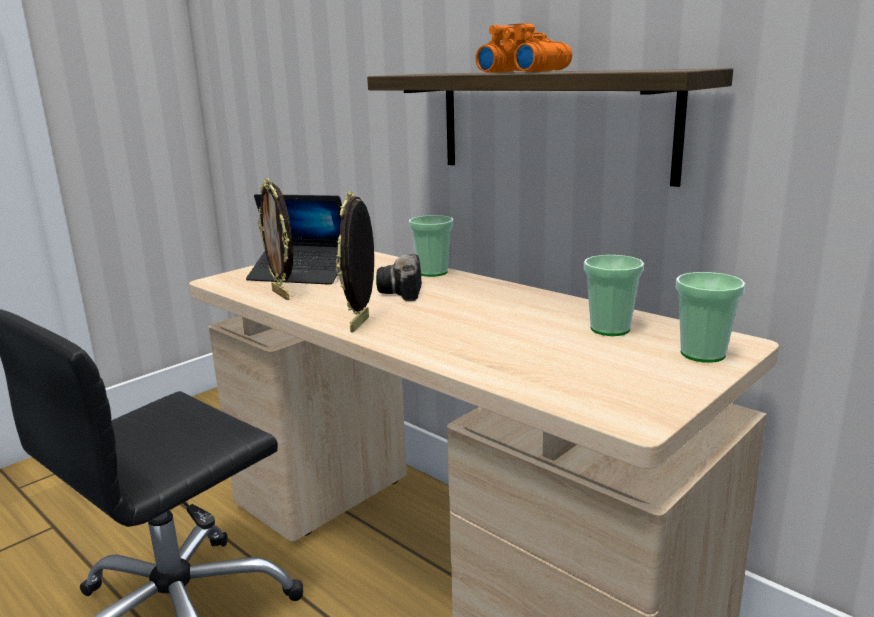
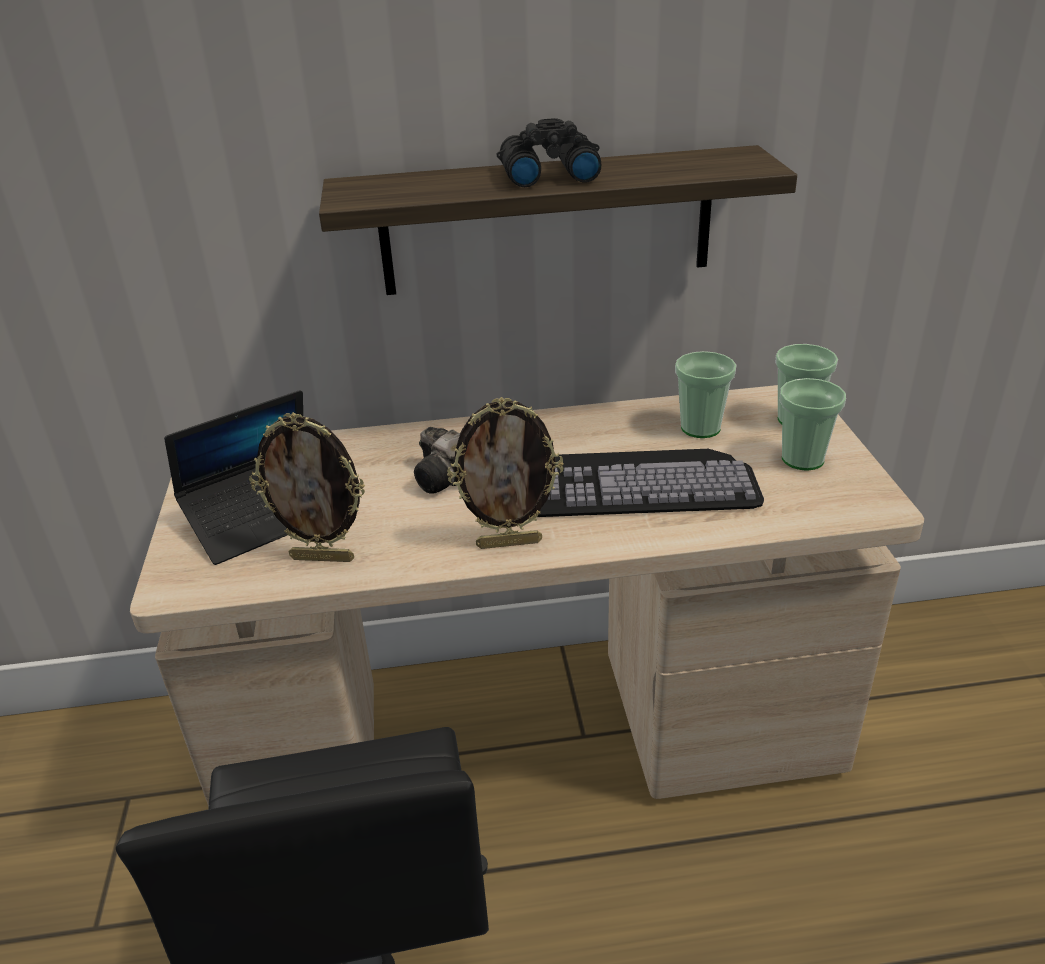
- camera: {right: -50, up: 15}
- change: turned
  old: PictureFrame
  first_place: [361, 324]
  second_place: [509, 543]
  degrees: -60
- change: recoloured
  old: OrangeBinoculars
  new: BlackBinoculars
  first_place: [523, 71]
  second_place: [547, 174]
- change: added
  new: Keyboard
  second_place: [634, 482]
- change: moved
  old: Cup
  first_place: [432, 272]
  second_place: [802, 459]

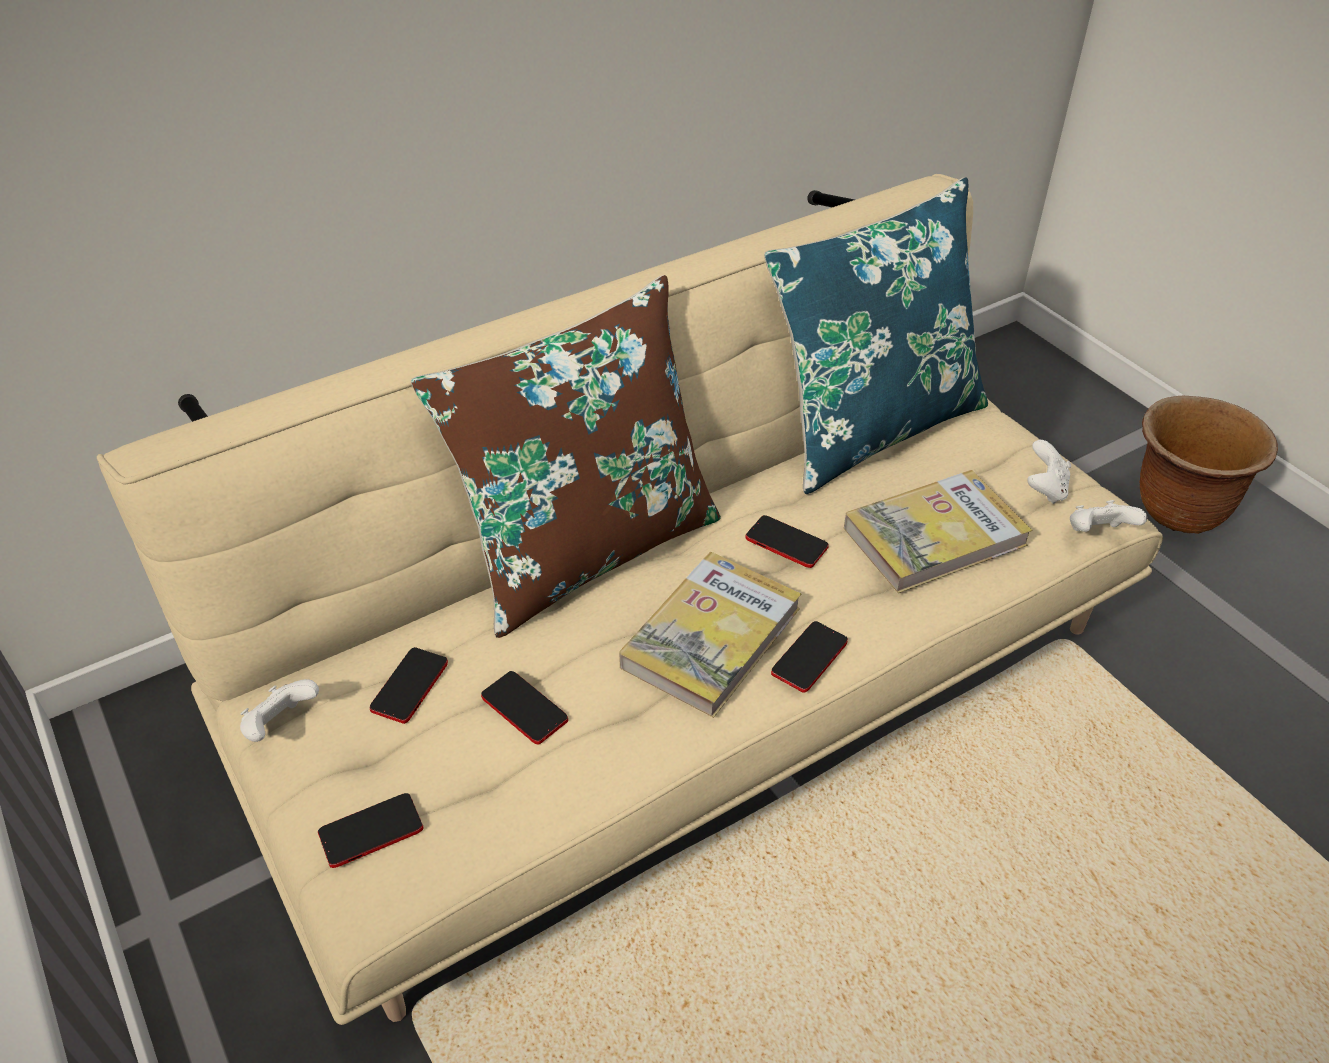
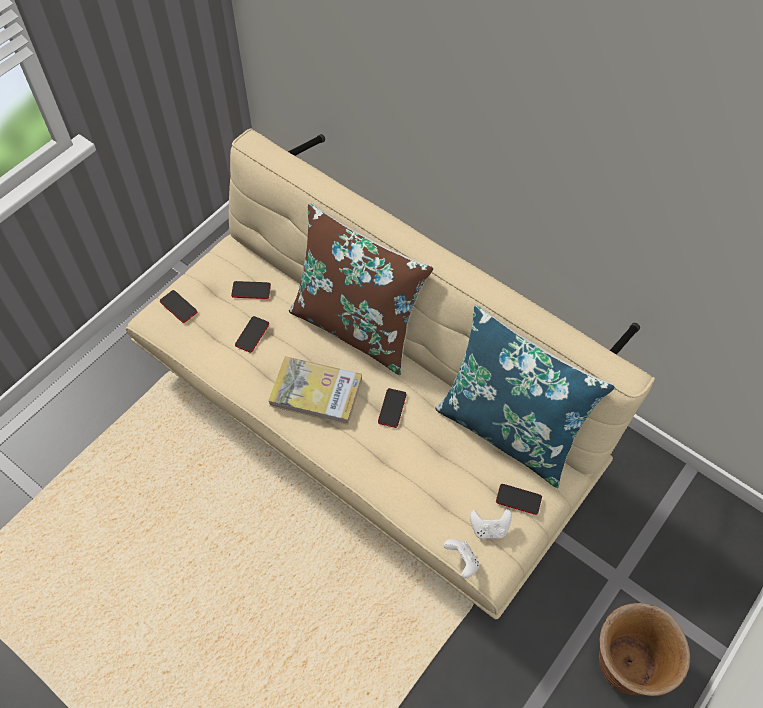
- camera: {right: 70, up: 15}
- change: moved
  old: Phone
  first_place: [809, 658]
  second_place: [518, 499]
- change: removed
  old: WhiteGameController
  first_place: [281, 725]
- change: removed
  old: Book
  first_place: [934, 536]

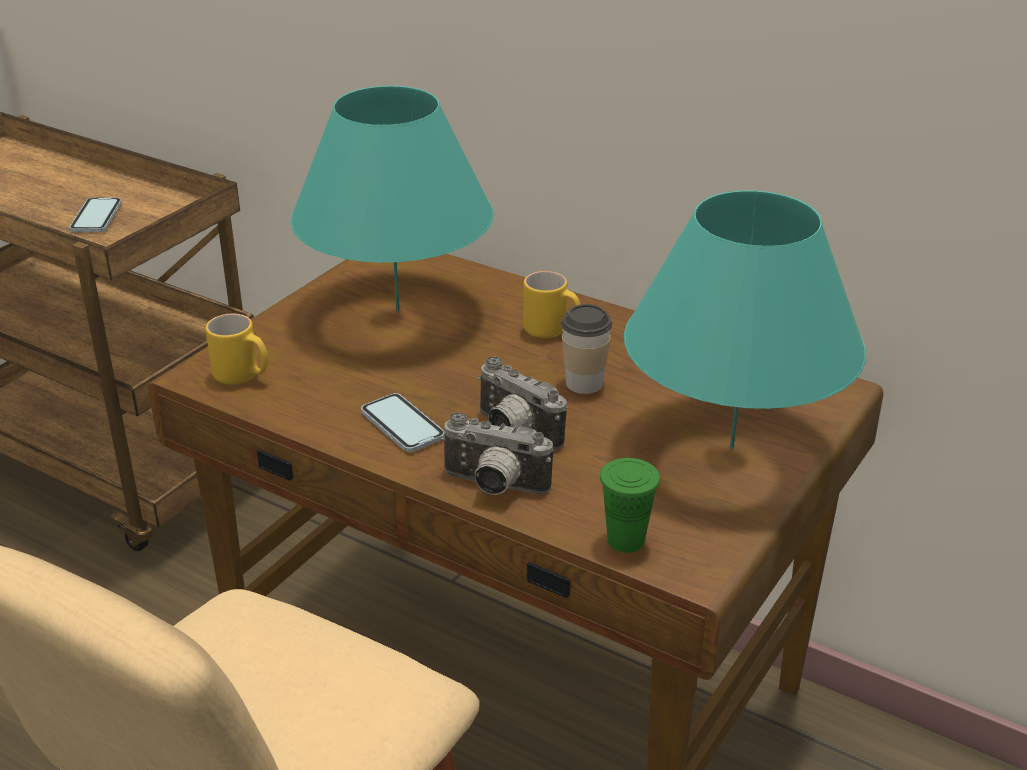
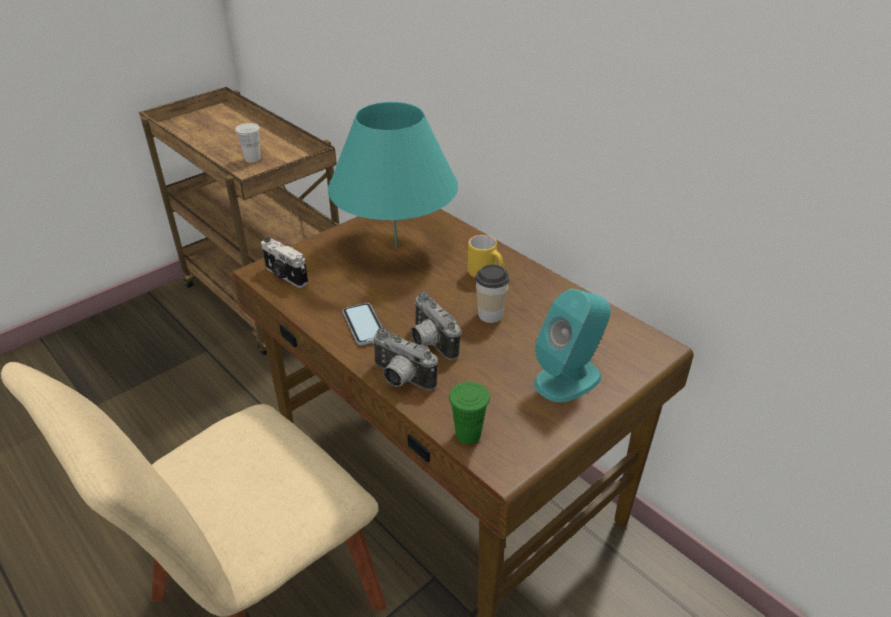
- camera: {right: 15, up: 5}
- change: replaced
  old: Phone
  new: WhiteCup
  first_place: [96, 217]
  second_place: [252, 159]
- change: replaced
  old: YellowMug
  new: PhotoCamera
  first_place: [243, 377]
  second_place: [285, 276]
- change: replaced
  old: TurquoiseTableLamp
  new: TurquoiseSpeaker
  first_place: [732, 447]
  second_place: [568, 379]

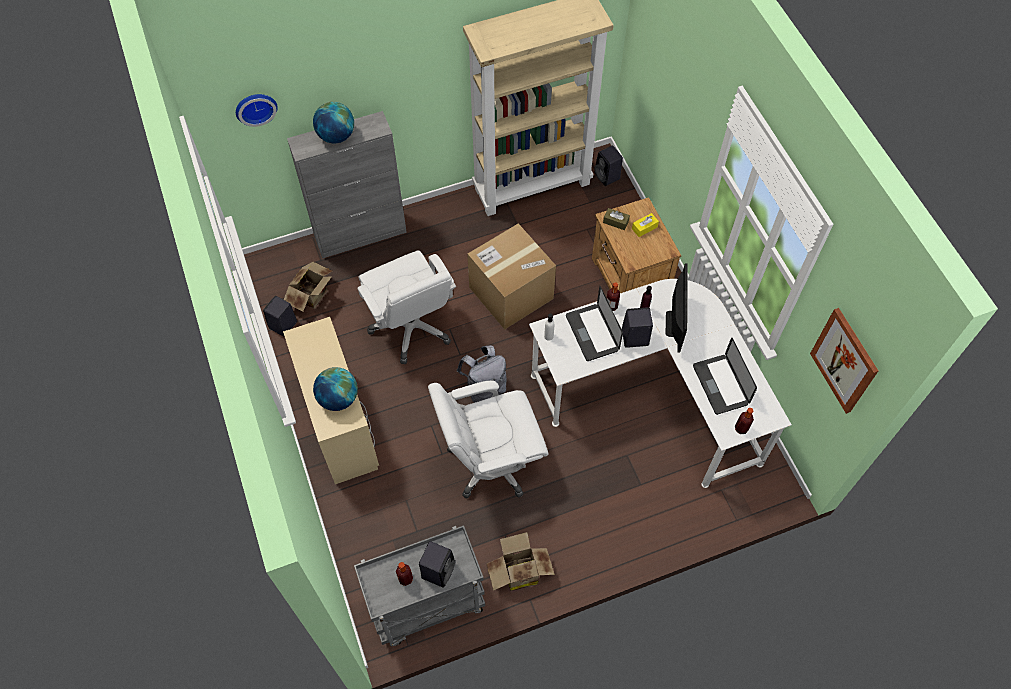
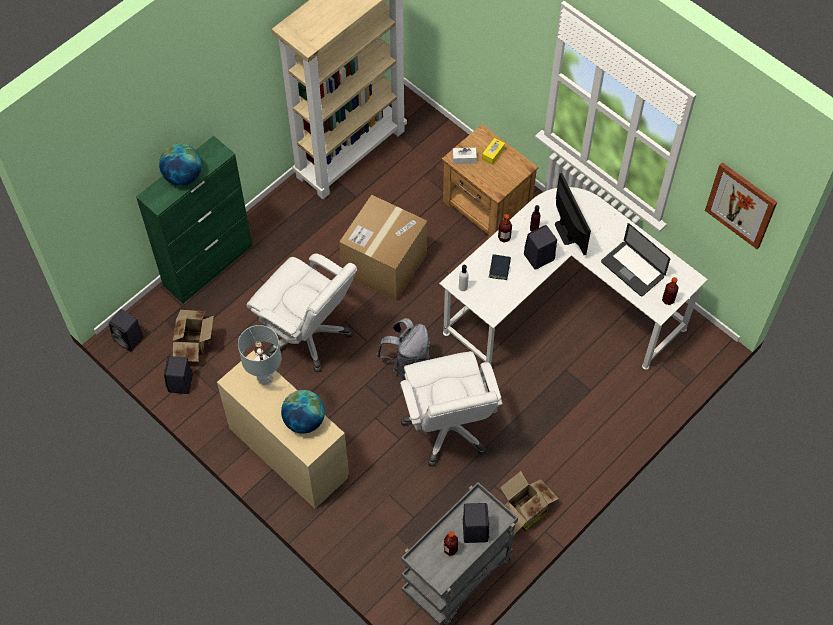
- camera: {right: -25, up: 0}
- change: moved
  old: BlackSpeaker
  first_place: [607, 176]
  second_place: [130, 339]
- change: recoloured
  old: GreyCabinet
  new: GreenCabinet
  first_place: [361, 234]
  second_place: [208, 265]
- change: added
  new: GreyTableLamp
  second_place: [265, 378]
- change: turned
  old: WhiteOfficeChair
  first_place: [491, 462]
  second_place: [448, 427]
  degrees: -60
- change: recoloured
  old: BrownTissueBox
  new: WhiteTissueBox
  first_place: [615, 222]
  second_place: [464, 158]
- change: replaced
  old: Laptop
  new: Book
  first_place: [592, 333]
  second_place: [499, 268]
- change: removed
  old: WallClock
  first_place: [255, 107]

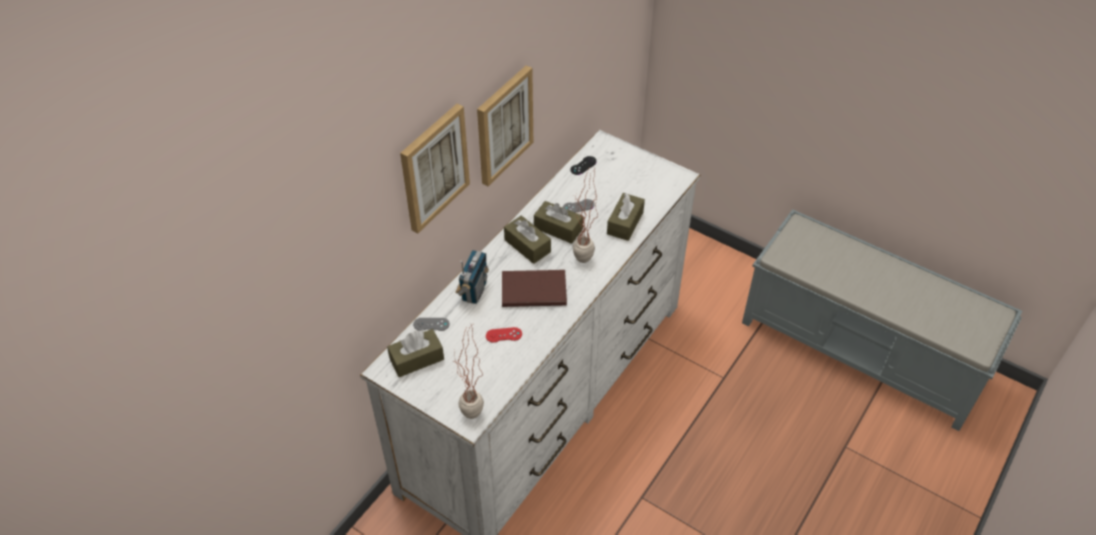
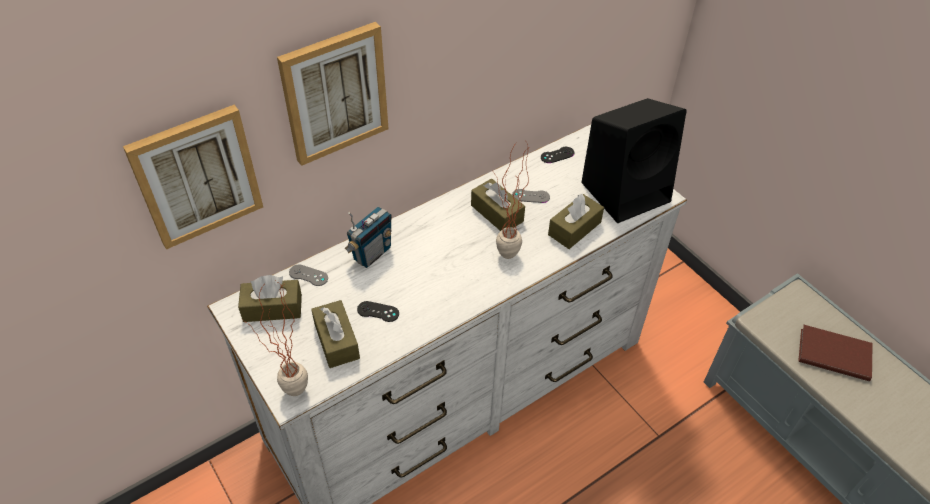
- camera: {right: 20, up: 0}
- change: moved
  old: Picture
  first_place: [503, 125]
  second_place: [197, 176]
- change: moved
  old: BrownTissueBox
  first_place: [527, 246]
  second_place: [336, 341]
- change: recoloured
  old: RedGameController
  new: BlackGameController
  first_place: [504, 335]
  second_place: [378, 311]
- change: added
  new: BlackSpeaker
  second_place: [627, 191]
- change: moved
  old: BrownBook
  first_place: [533, 289]
  second_place: [833, 353]

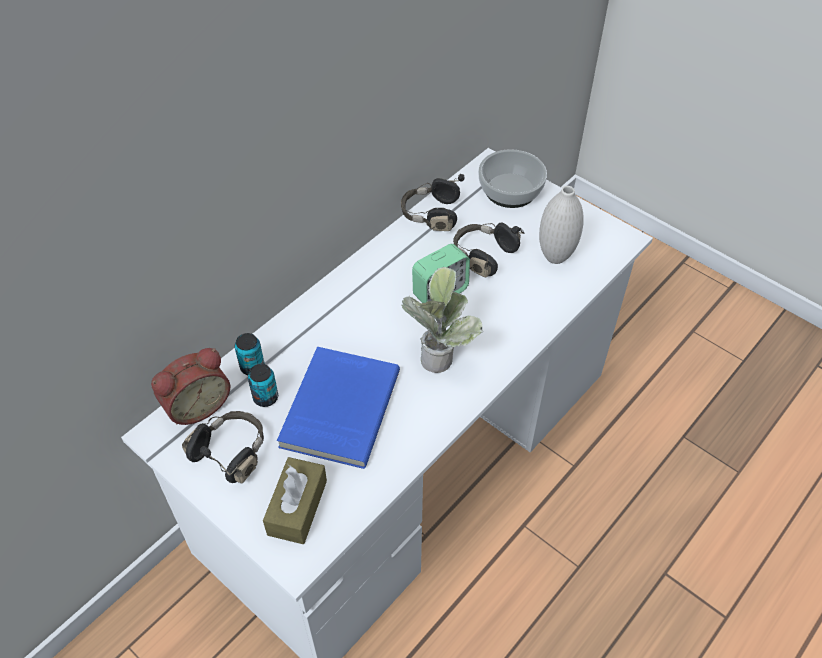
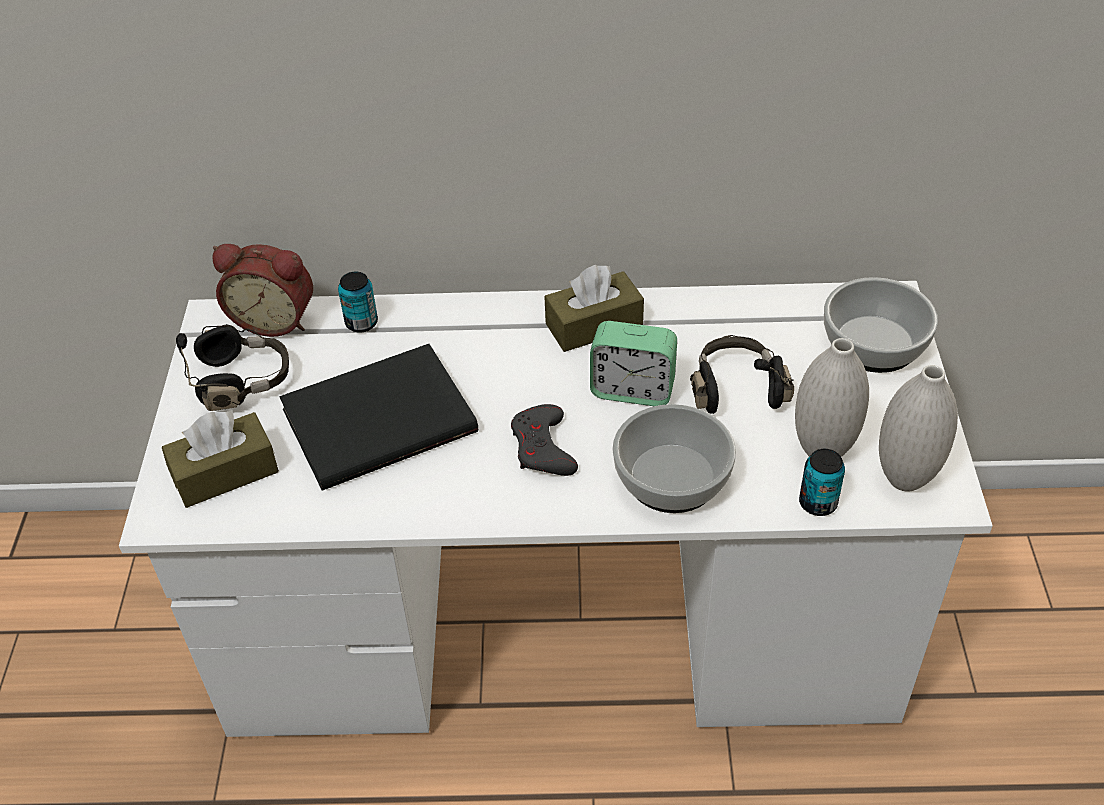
- camera: {right: 50, up: -5}
- change: recoloured
  old: BlueBook
  new: BlackBook
  first_place: [338, 408]
  second_place: [378, 419]
- change: replaced
  old: PottedPlant
  new: GreyGameController
  first_place: [439, 354]
  second_place: [543, 447]
- change: added
  new: BrownTissueBox
  second_place: [594, 325]
- change: added
  new: Bowl
  second_place: [673, 478]
- change: moved
  old: Can
  first_place: [265, 397]
  second_place: [818, 503]
- change: added
  new: WhiteVase
  second_place: [905, 479]
- change: removed
  old: BlackHeadphones
  first_place: [431, 214]

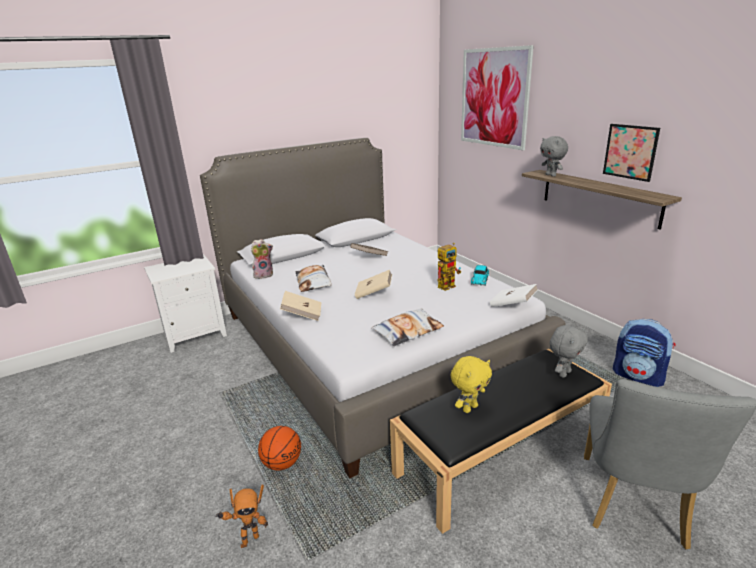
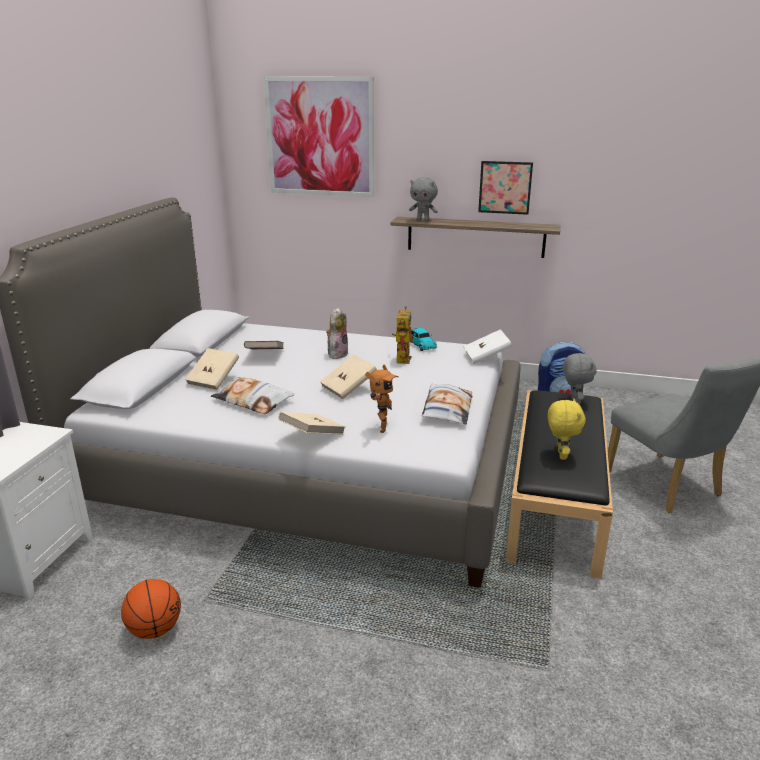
- camera: {right: -45, up: 0}
- change: moved
  old: Basketball
  first_place: [282, 463]
  second_place: [155, 629]
- change: added
  new: BeigeBook
  second_place: [214, 380]
- change: moved
  old: PlushToy
  first_place: [264, 275]
  second_place: [337, 354]
- change: moved
  old: ToyRobot
  first_place: [248, 539]
  second_place: [380, 428]

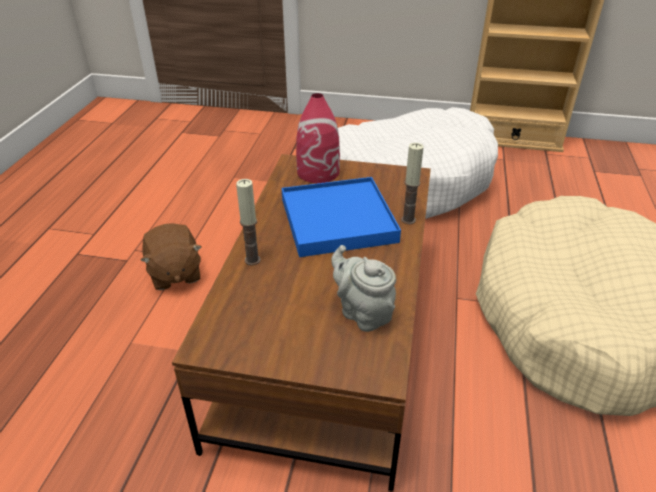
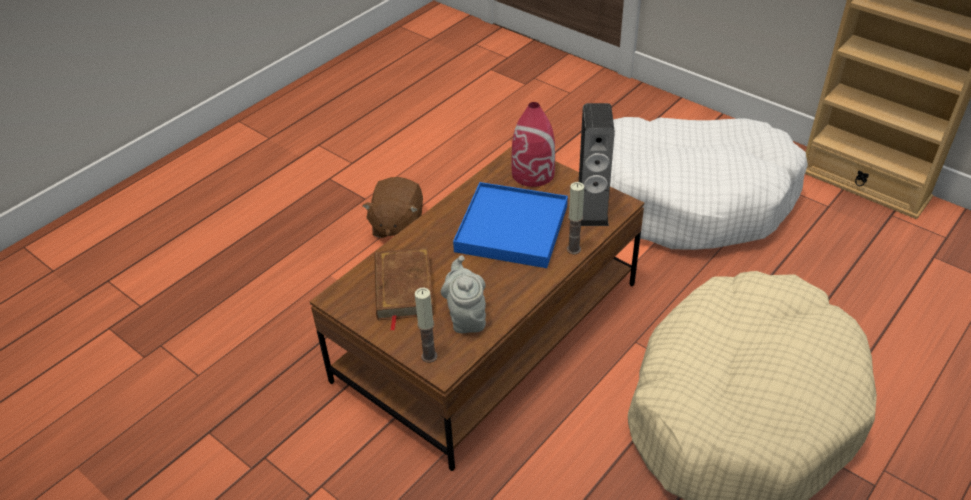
- camera: {right: 30, up: 5}
- change: added
  new: BrownBook
  second_place: [403, 288]
- change: moved
  old: Candle
  first_place: [252, 260]
  second_place: [429, 356]
- change: added
  new: Speaker
  second_place: [591, 210]

